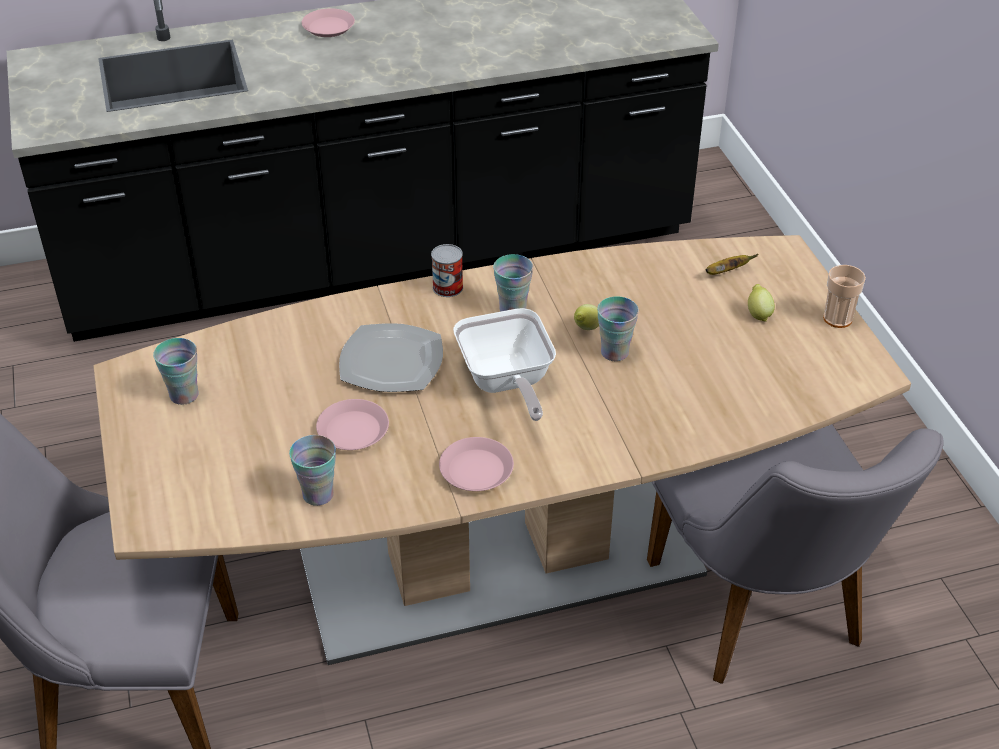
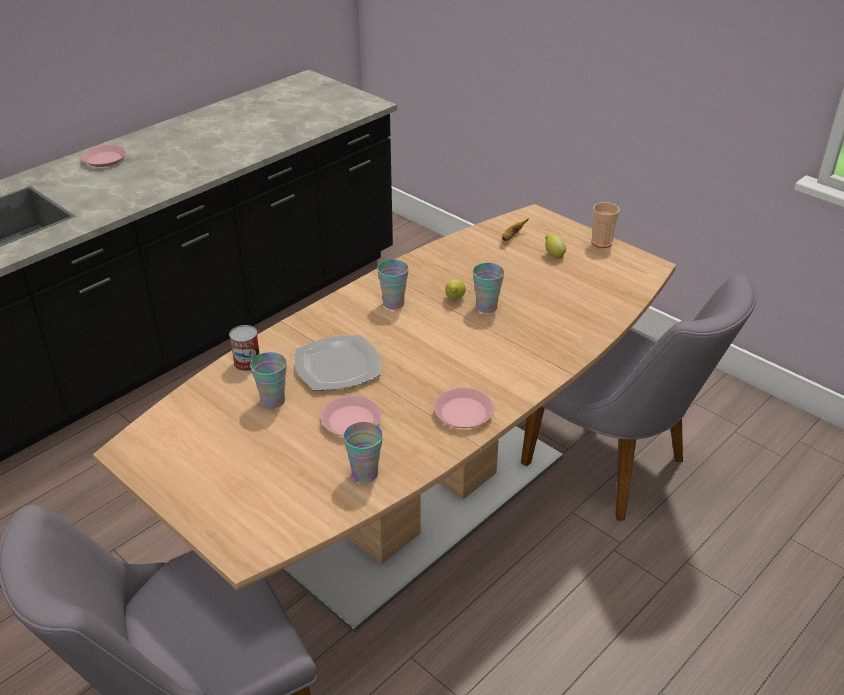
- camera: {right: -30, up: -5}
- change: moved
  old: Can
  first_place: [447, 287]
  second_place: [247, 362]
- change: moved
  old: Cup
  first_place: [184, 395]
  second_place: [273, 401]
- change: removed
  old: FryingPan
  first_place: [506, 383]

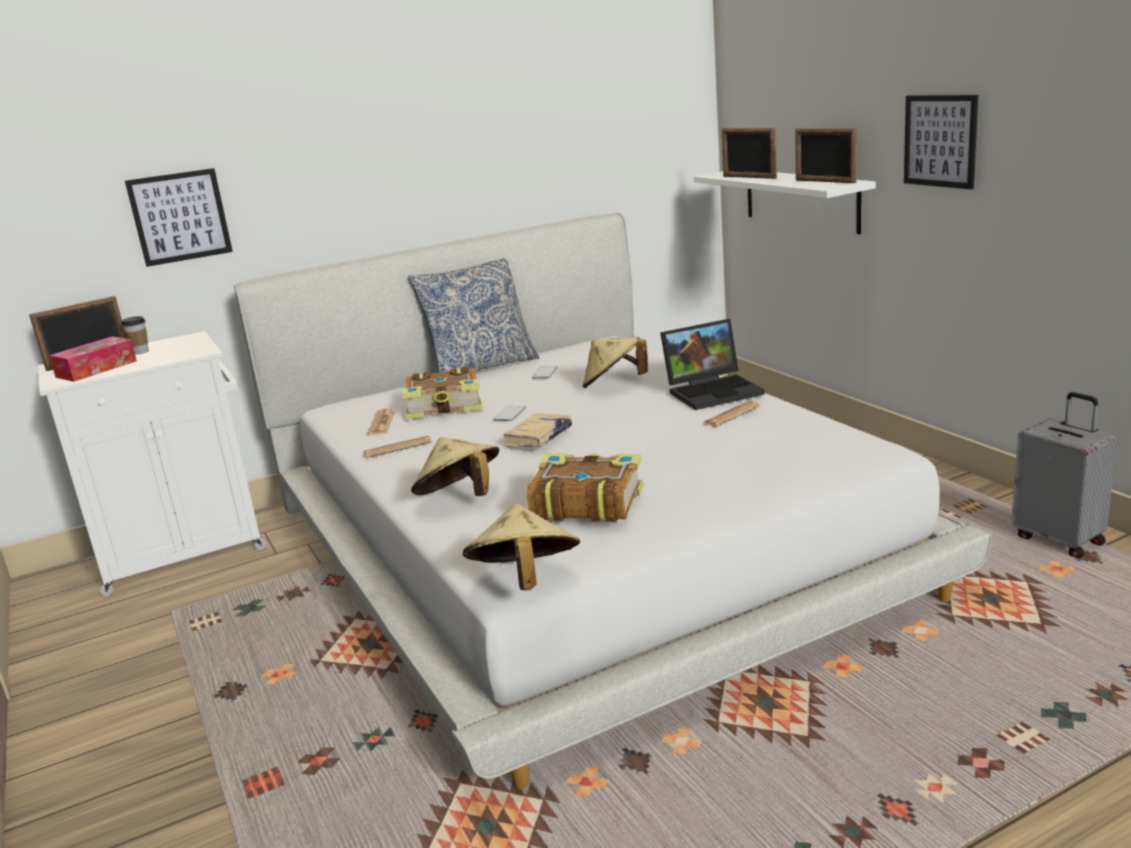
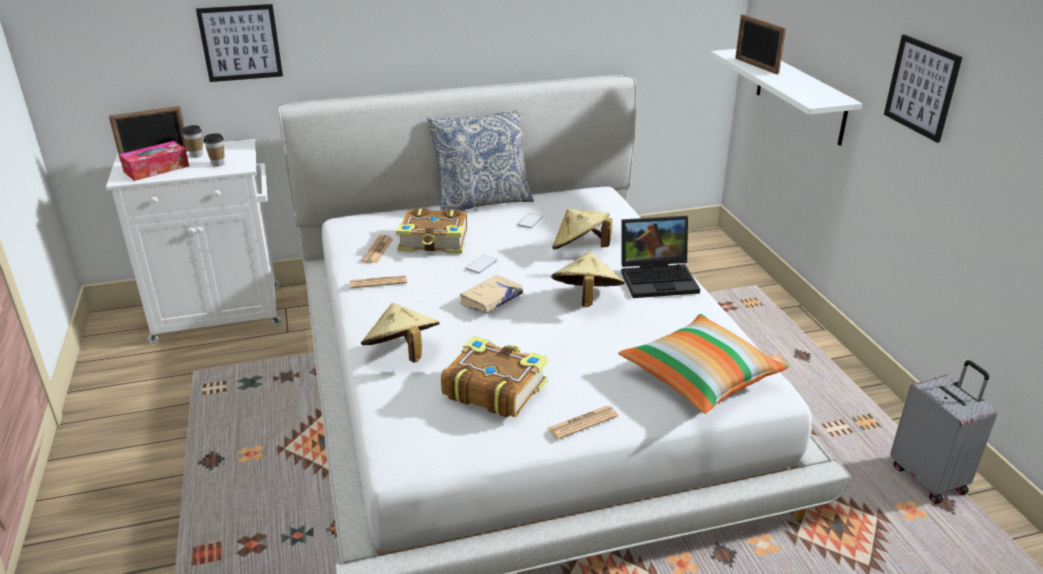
- camera: {right: 10, up: 10}
- change: added
  new: Cup
  second_place: [218, 164]
- change: moved
  old: Newspaper
  first_place: [731, 415]
  second_place: [582, 423]
- change: moved
  old: BeigeHat
  first_place: [524, 580]
  second_place: [586, 299]
- change: added
  new: Pillow
  second_place: [700, 377]
- change: removed
  old: PictureFrame
  first_place: [825, 181]

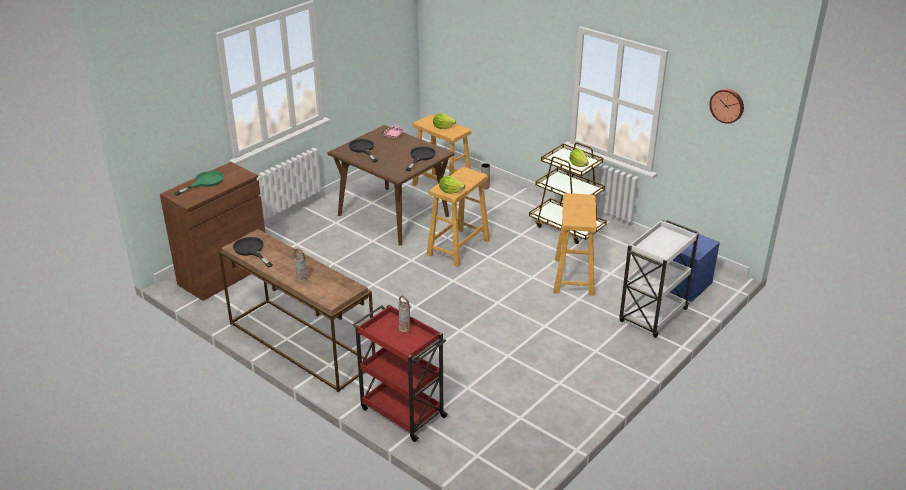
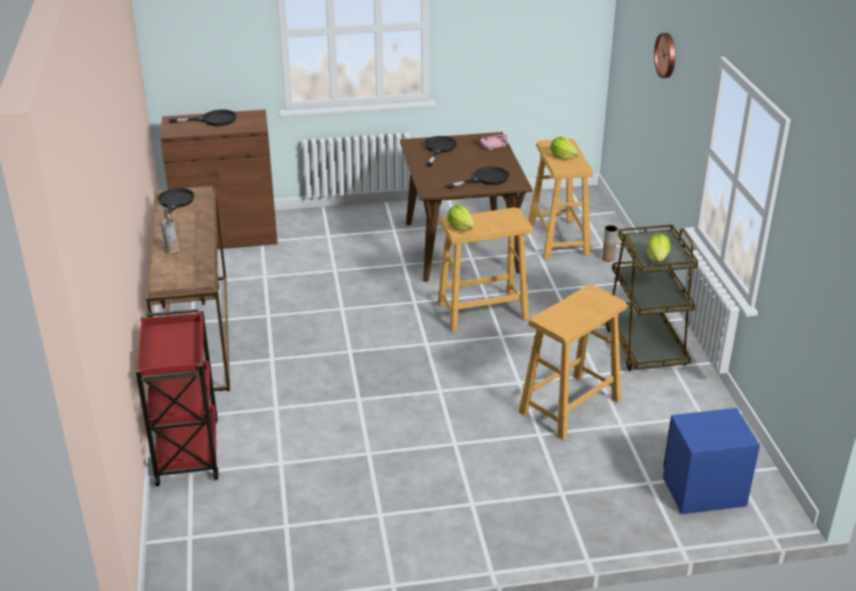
- camera: {right: 40, up: 0}
- change: recoloured
  old: GreenFryingPan
  new: BlackFryingPan
  first_place: [205, 182]
  second_place: [213, 120]
- change: moved
  old: WallClock
  first_place: [727, 105]
  second_place: [667, 55]
- change: removed
  old: Vase
  first_place: [405, 328]
- change: removed
  old: WhiteCart
  first_place: [652, 316]

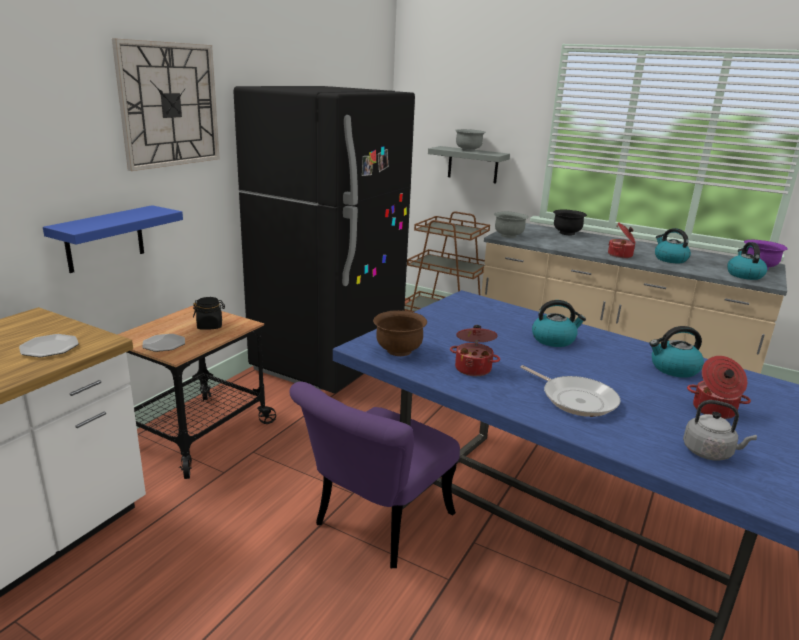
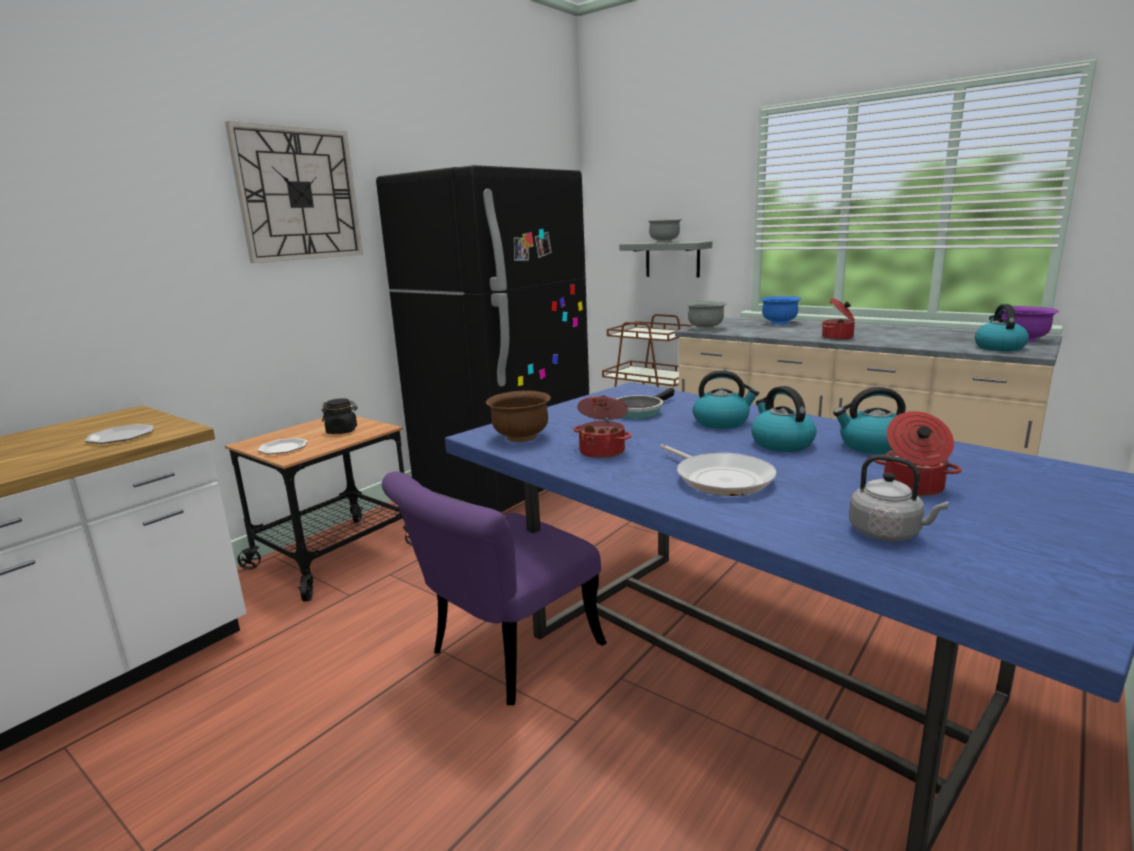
- camera: {right: 10, up: -5}
- change: added
  new: FryingPan
  second_place: [640, 411]
- change: moved
  old: Kettle
  first_place: [669, 259]
  second_place: [781, 443]
- change: recoloured
  old: BlackBowl
  new: BlueBowl
  first_place: [566, 233]
  second_place: [779, 323]
- change: removed
  old: BlueShelf
  first_place: [105, 239]

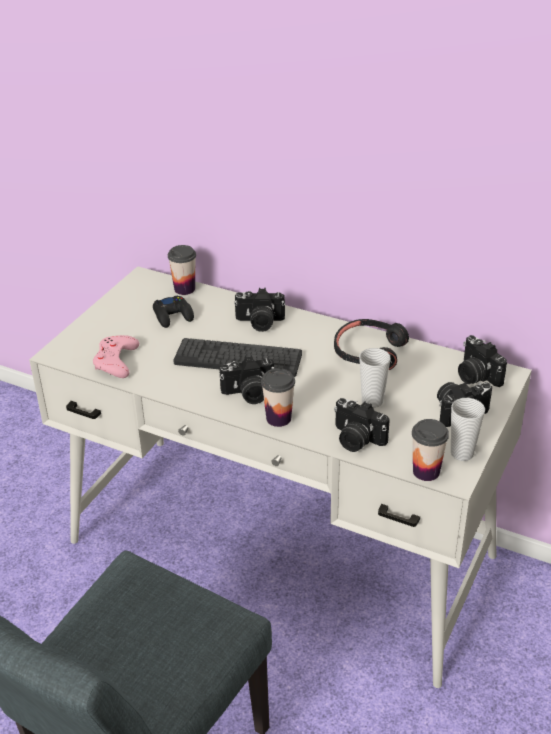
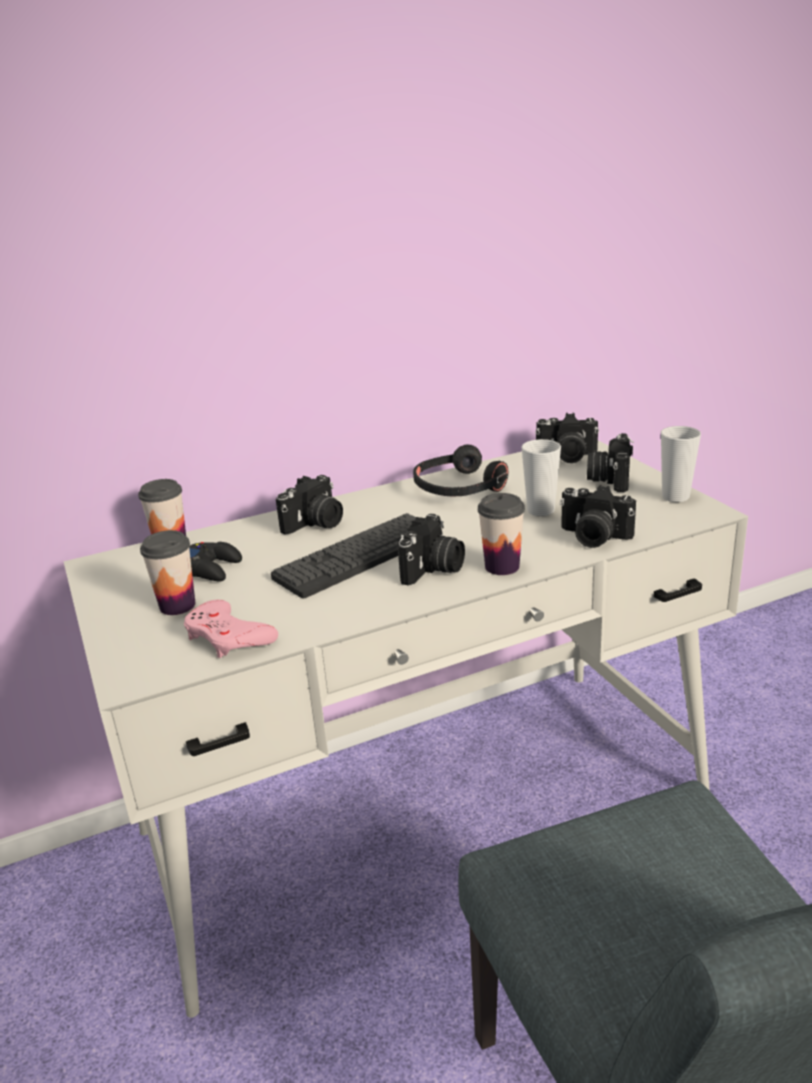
- camera: {right: -50, up: -10}
- change: moved
  old: Cup
  first_place: [426, 471]
  second_place: [177, 605]
- change: turned
  old: PhotoCamera
  first_place: [356, 439]
  second_place: [593, 537]
  degrees: 45

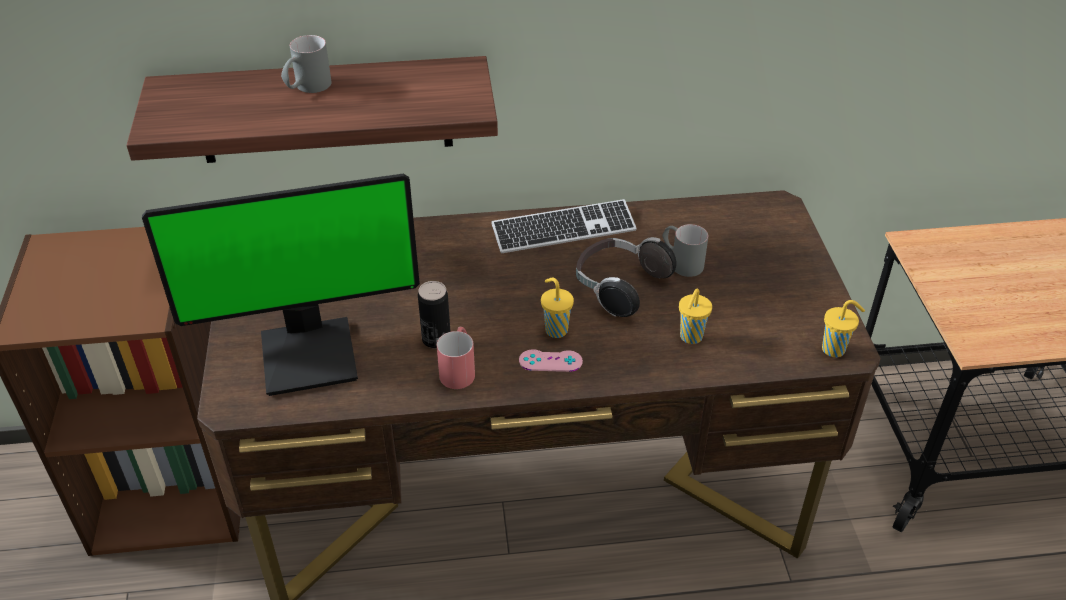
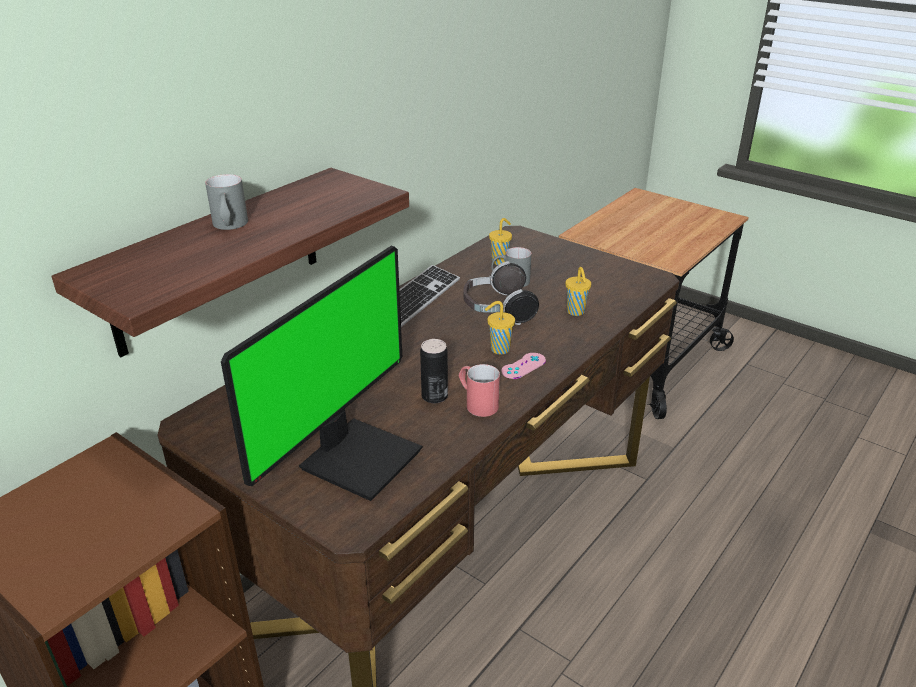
- camera: {right: -45, up: -10}
- change: moved
  old: YellowCup
  first_place: [835, 349]
  second_place: [500, 261]

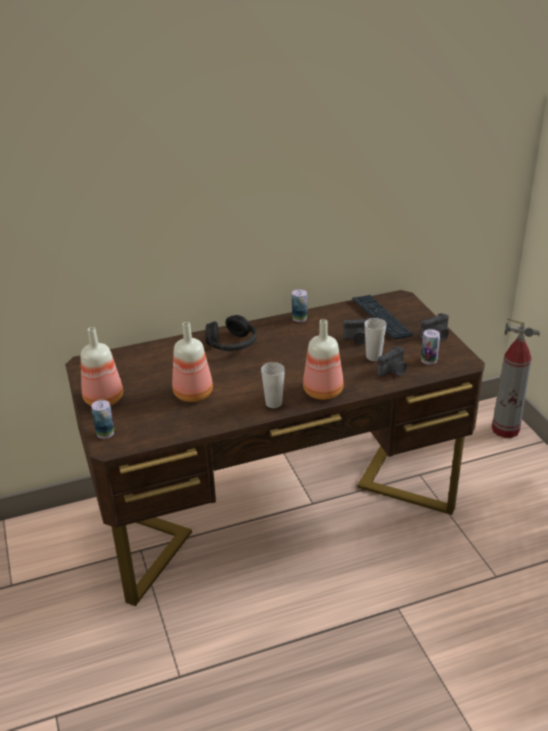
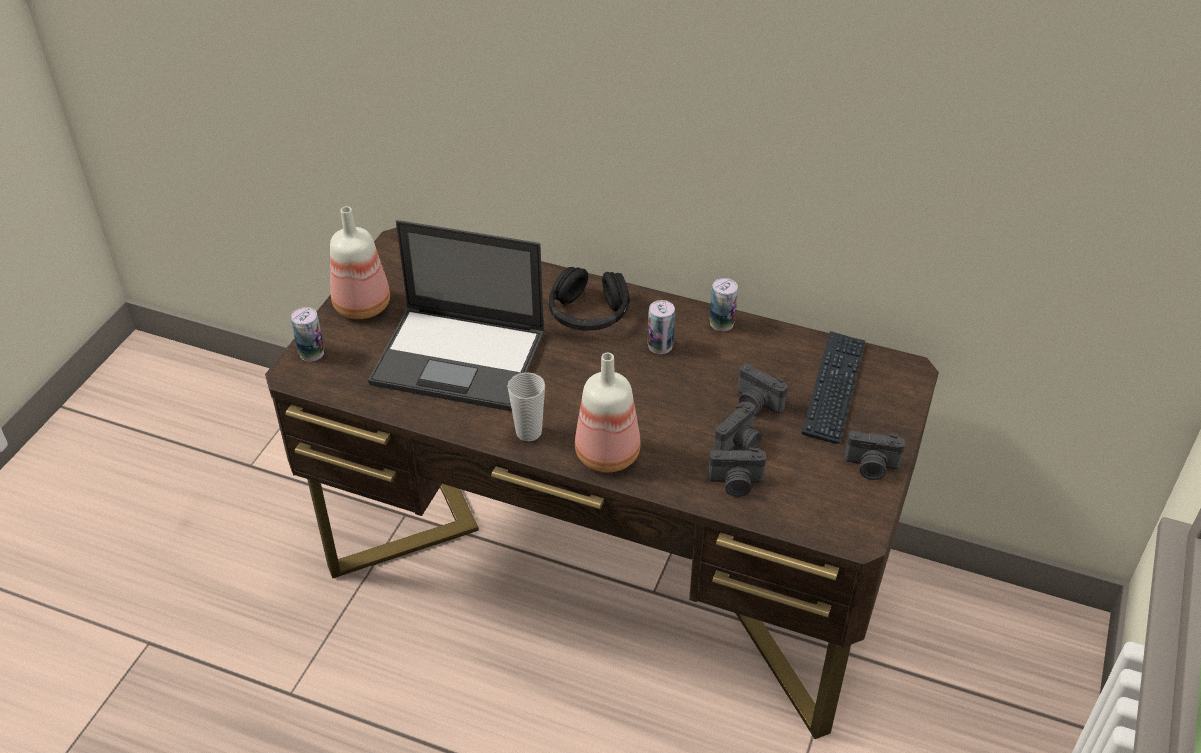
- camera: {right: 40, up: 10}
- change: replaced
  old: Bottle
  new: Laptop
  first_place: [193, 393]
  second_place: [461, 358]
- change: moved
  old: Can
  first_place: [429, 360]
  second_place: [660, 345]
- change: replaced
  old: Cup
  new: PhotoCamera
  first_place: [373, 357]
  second_place: [739, 444]
- change: removed
  old: FireExtinguisher
  first_place: [505, 430]

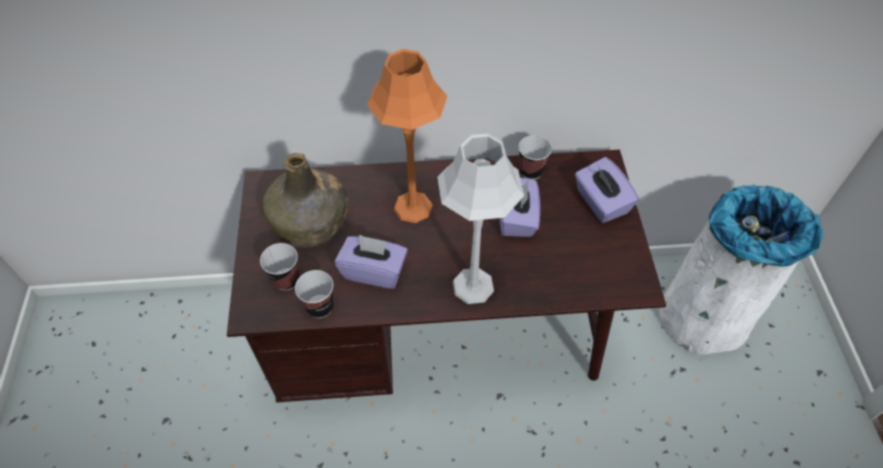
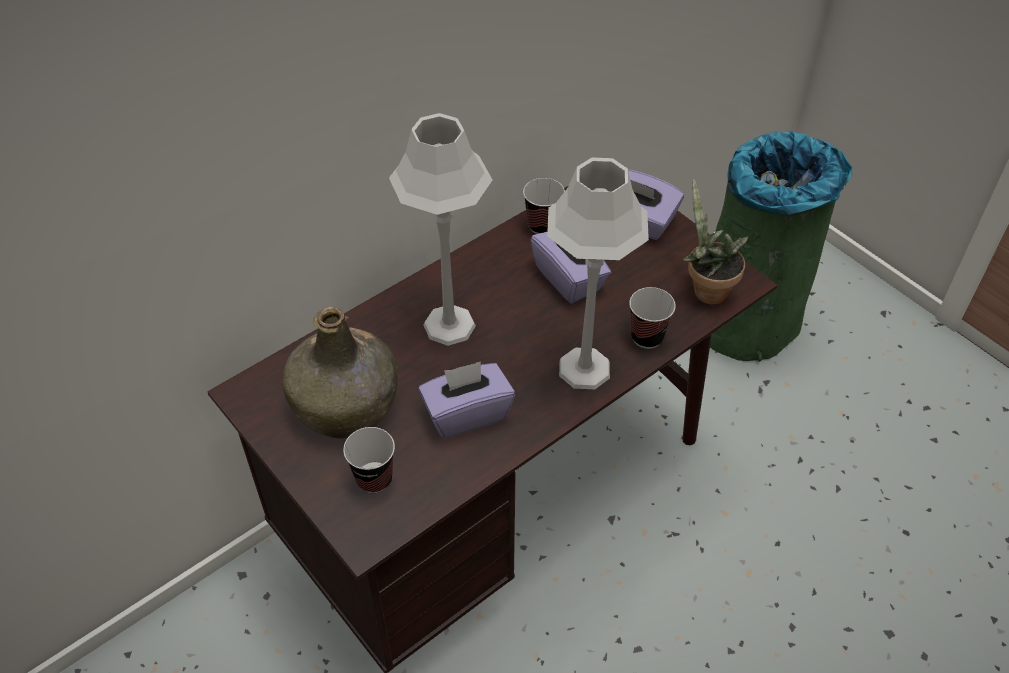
- camera: {right: -35, up: -5}
- change: recoloured
  old: OrangeTableLamp
  new: GreyTableLamp
  first_place: [413, 207]
  second_place: [449, 325]
- change: moved
  old: Cup
  first_place: [320, 307]
  second_place: [647, 337]
- change: added
  new: PottedPlant
  second_place: [705, 290]
- change: recoloured
  old: WhiteTrashCan
  new: GreenTrashCan
  first_place: [704, 318]
  second_place: [748, 320]

